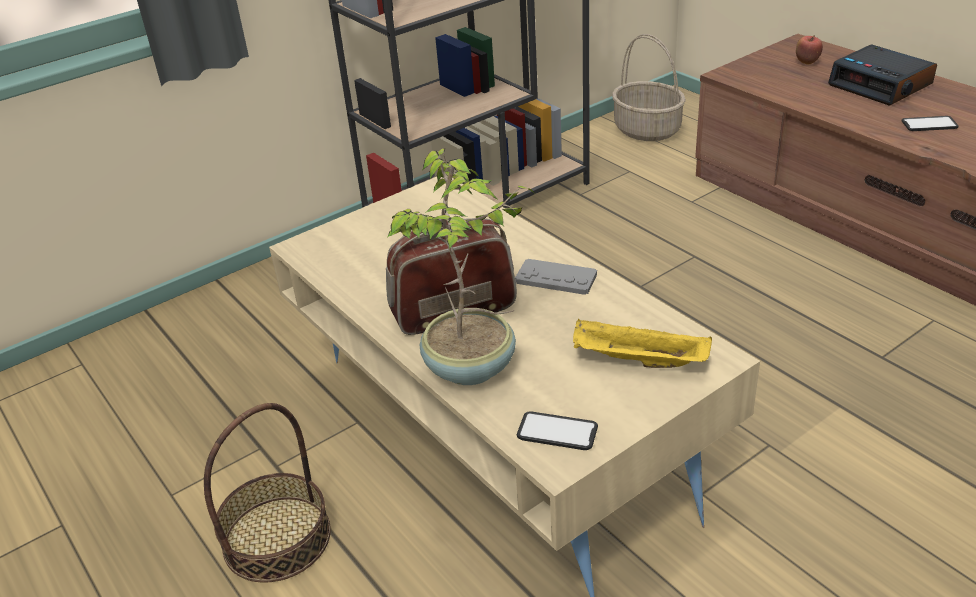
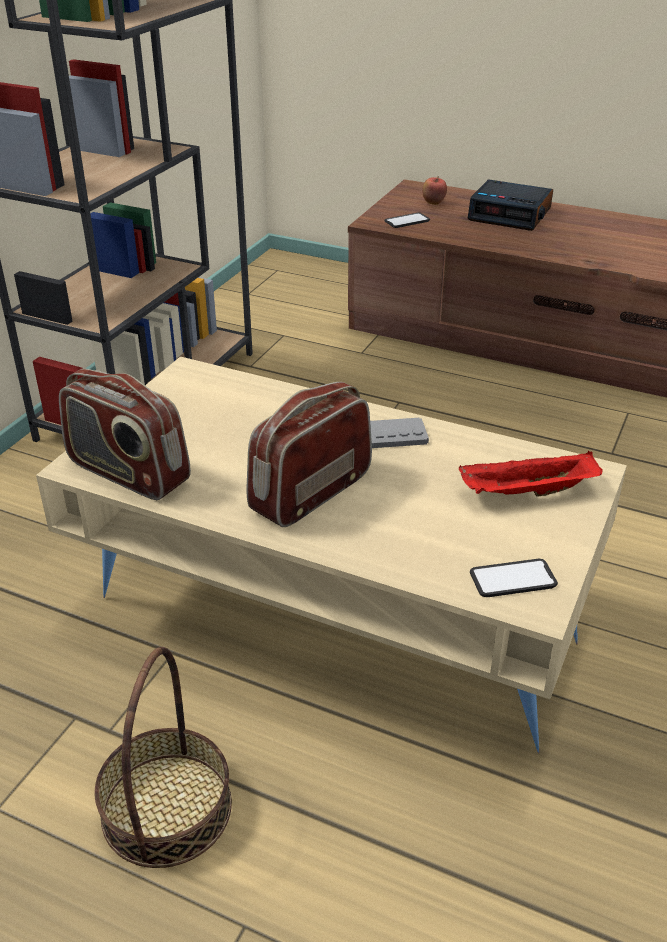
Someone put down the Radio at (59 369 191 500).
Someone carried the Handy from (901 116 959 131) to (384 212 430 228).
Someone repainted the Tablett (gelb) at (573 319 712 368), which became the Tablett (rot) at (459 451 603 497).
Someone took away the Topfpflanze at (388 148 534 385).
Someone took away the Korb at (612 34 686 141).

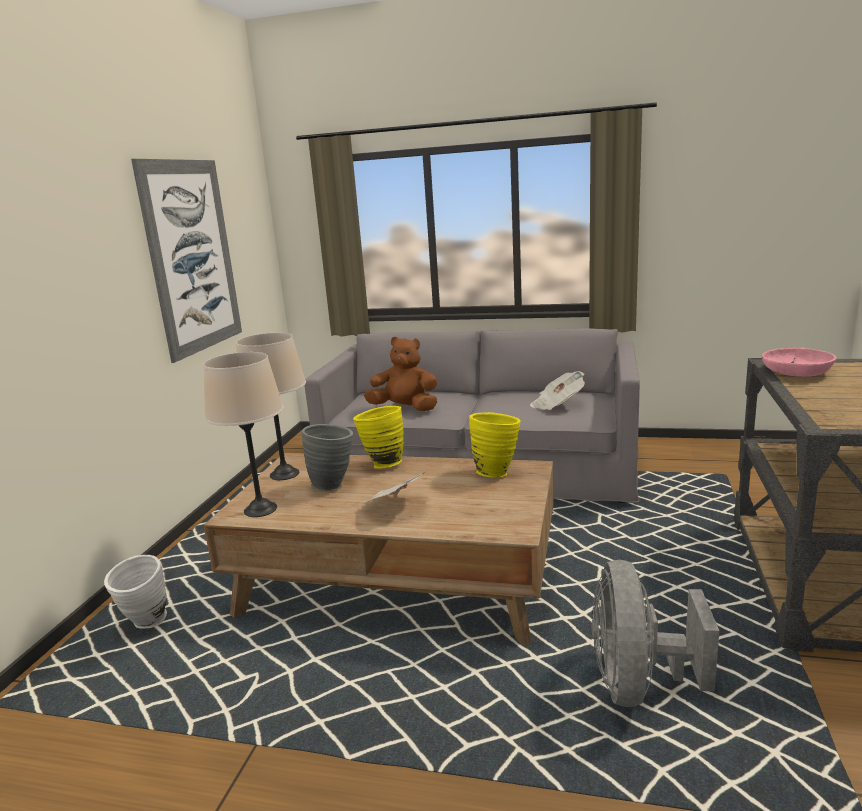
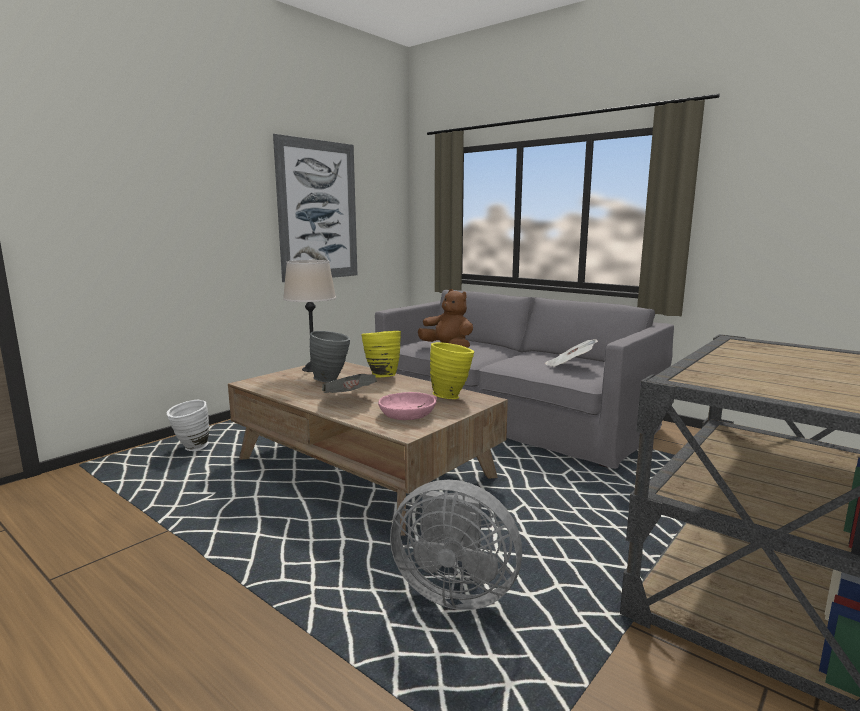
Someone carried the Schüssel (rosa) from (762 348 837 377) to (378 392 437 420).
Someone rotated the Ventilator (grau) at (592 560 719 707) by 105 degrees counterclockwise.
Someone took away the Tischlampe (beige) at (203 352 284 517).

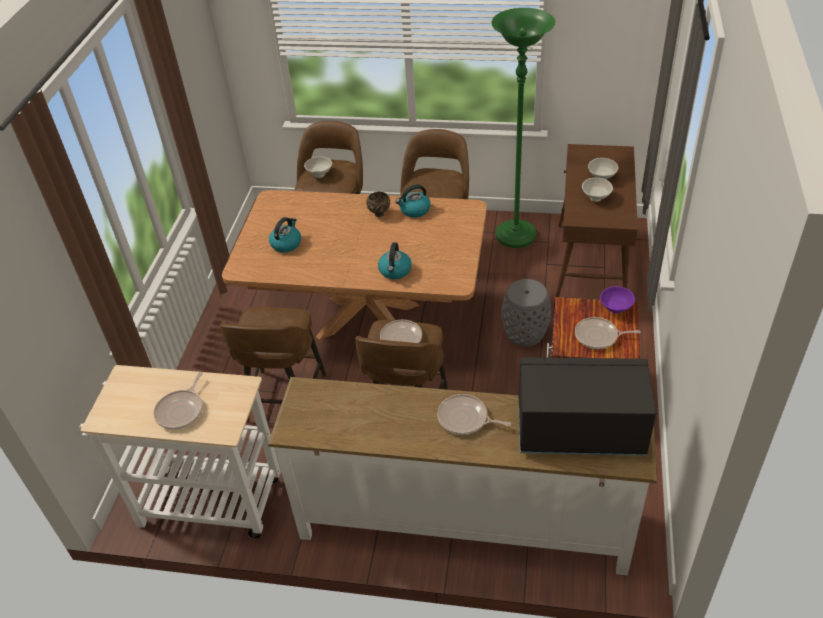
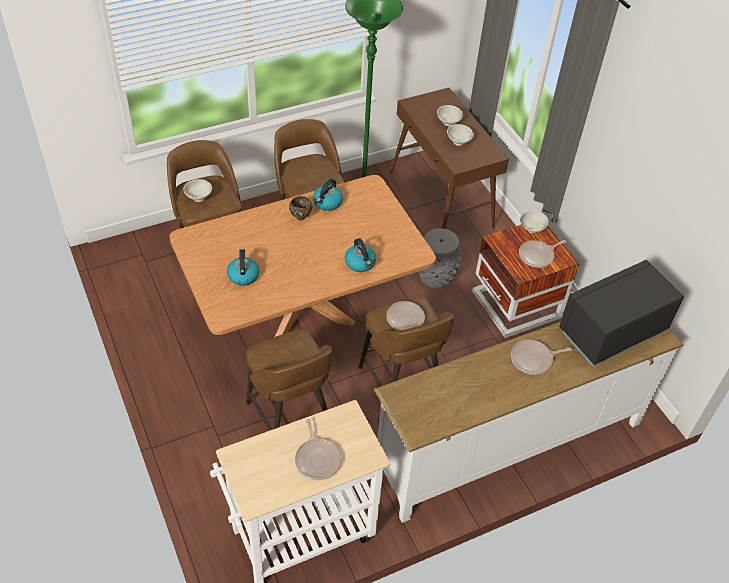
Someone repainted the Schüssel (lila) at (600 286 635 314), which became the Schüssel (weiß) at (520 210 549 233).

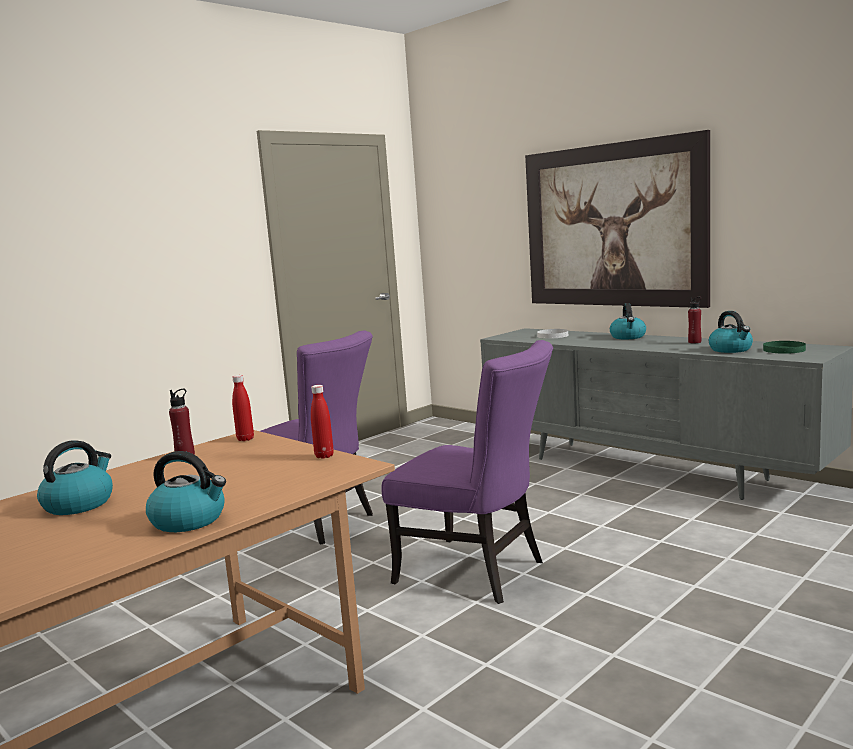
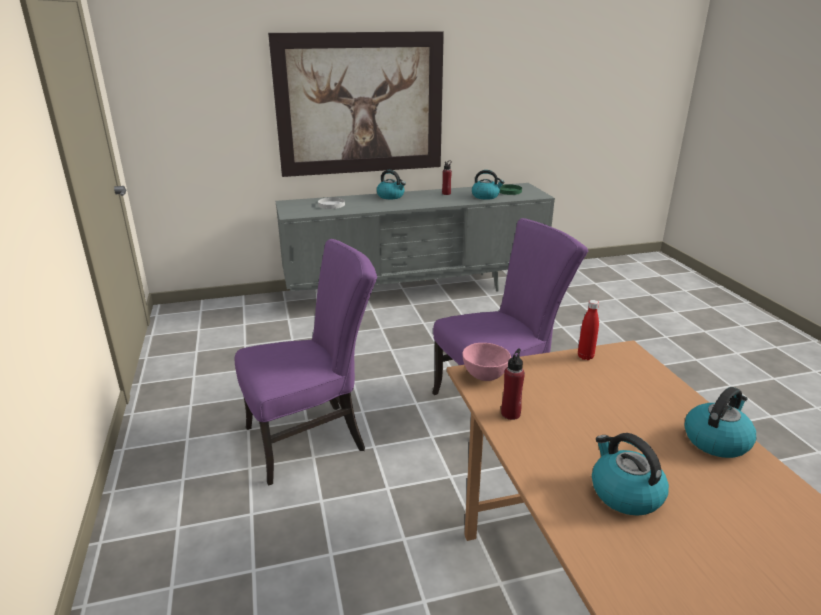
Someone swapped the Flasche (rot) at (232 375 254 441) for the Schüssel (rosa) at (462 343 511 381).

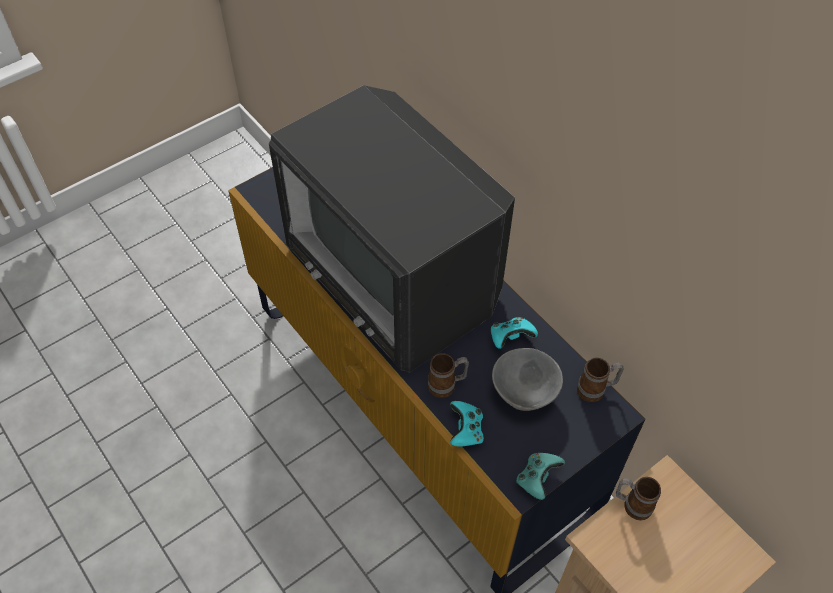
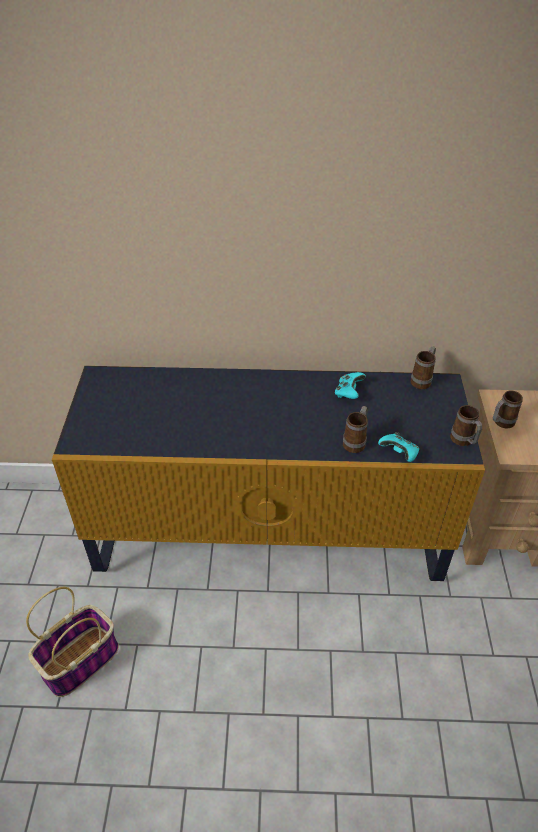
Someone put down the Korb at (26 587 119 697).
Someone swapped the Gamepad (türkis) at (516 453 565 500) for the Henkelbecher at (450 405 482 446).
Someone took away the Fernseher at (269 85 515 373).
Someone took away the Schüssel (grau) at (492 348 563 411).

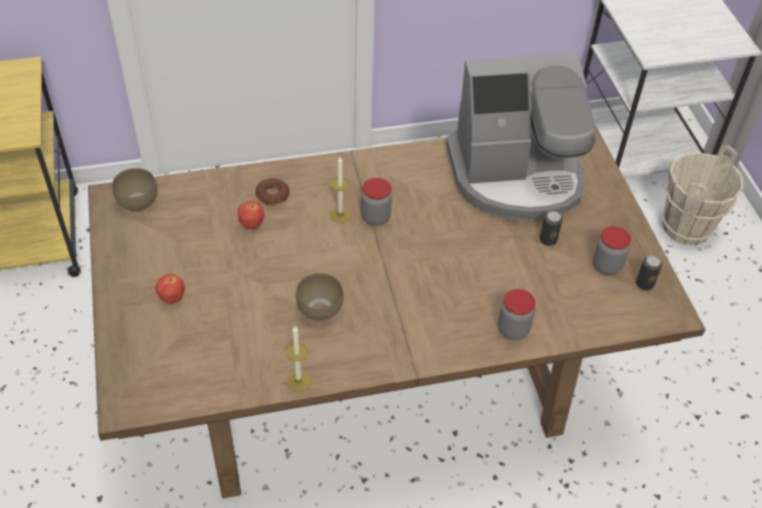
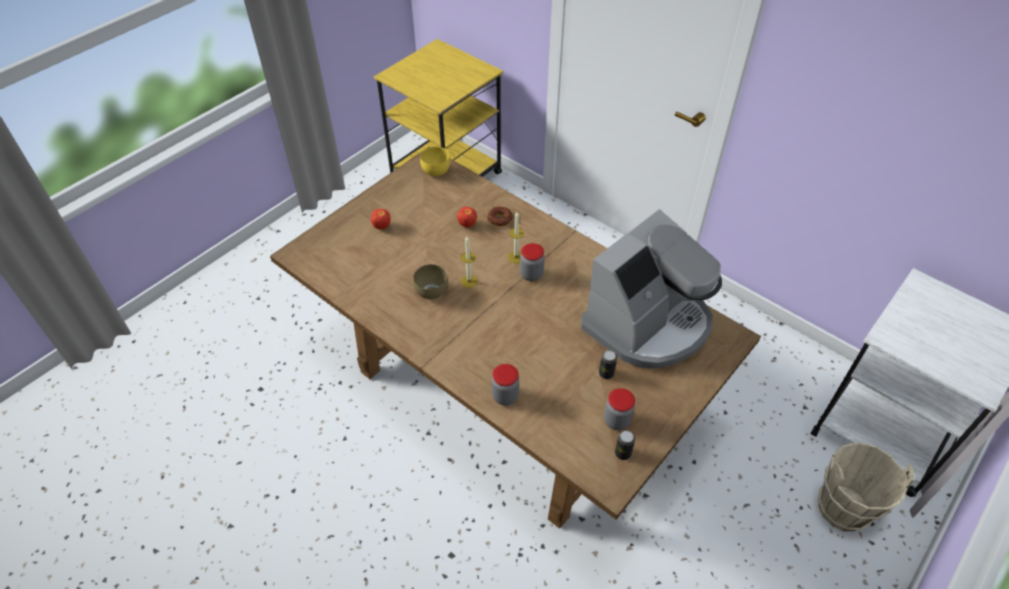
Someone repainted the Schüssel (braun) at (112 168 157 211), which became the Schüssel (gelb) at (420 146 450 177).
Someone carried the Kerze from (286 326 311 392) to (460 236 478 288).
Someone rotated the Kaffeemaschine at (446 53 596 221) by 90 degrees counterclockwise.

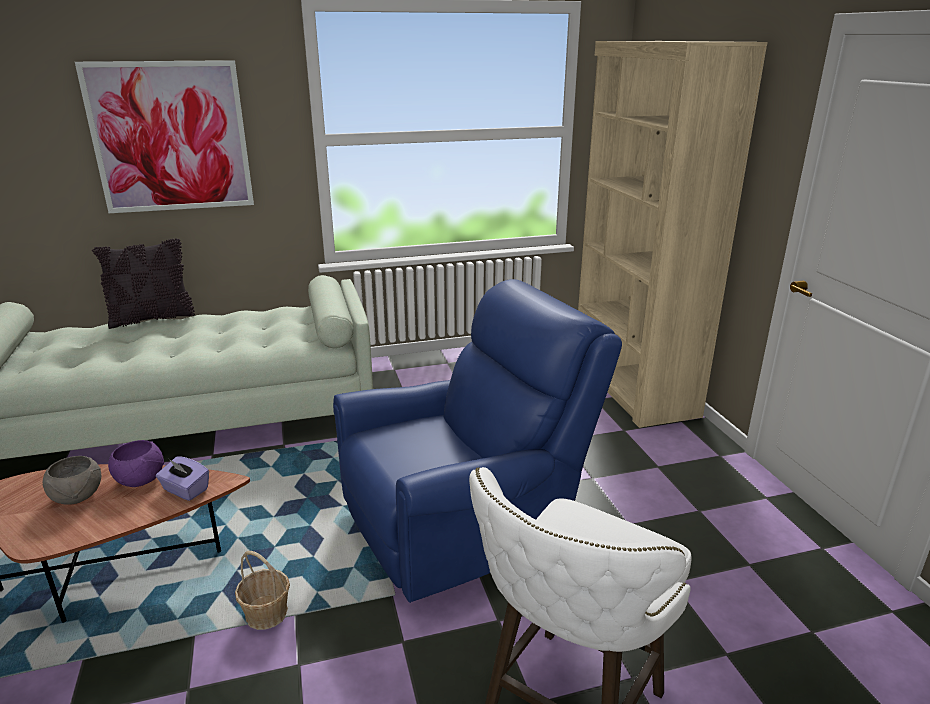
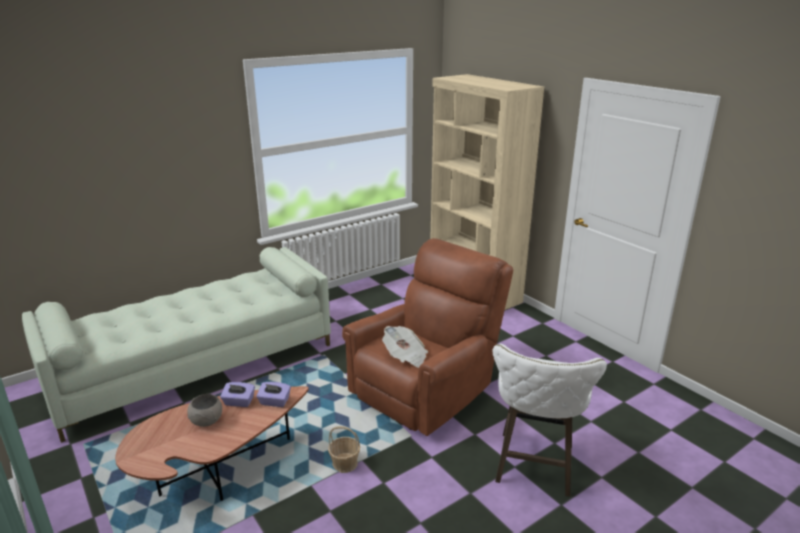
Someone swapped the Schüssel (lila) at (108 440 164 487) for the Taschentuchbox (lila) at (220 382 255 407).
Someone repainted the Sessel (blau) at (333 279 622 603), which became the Sessel (braun) at (342 238 513 436).
Someone put down the Zeitung at (382 326 428 368).
Someone took away the Bild at (75 60 254 213).
Someone took away the Kissen (schwarz) at (92 238 195 329).

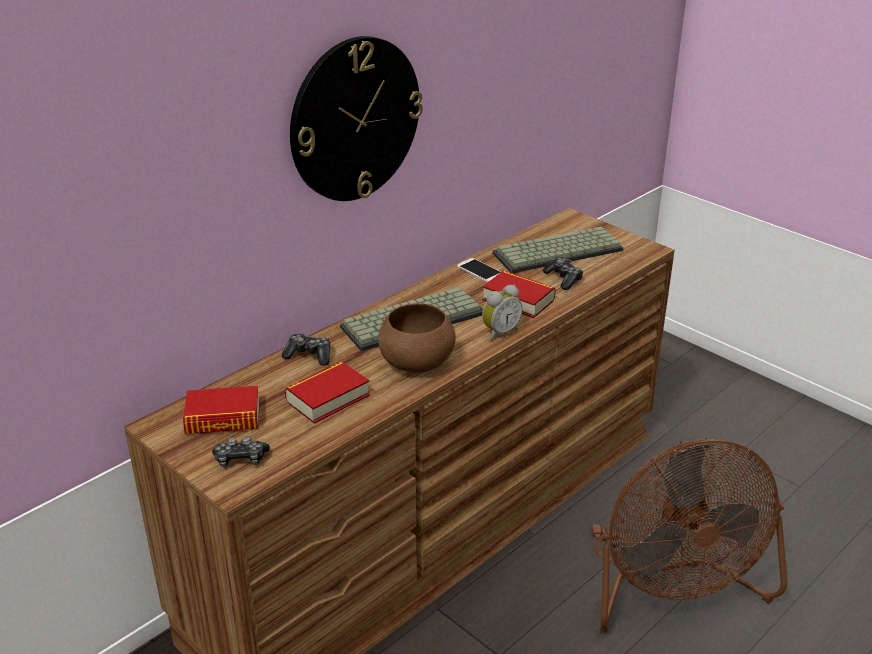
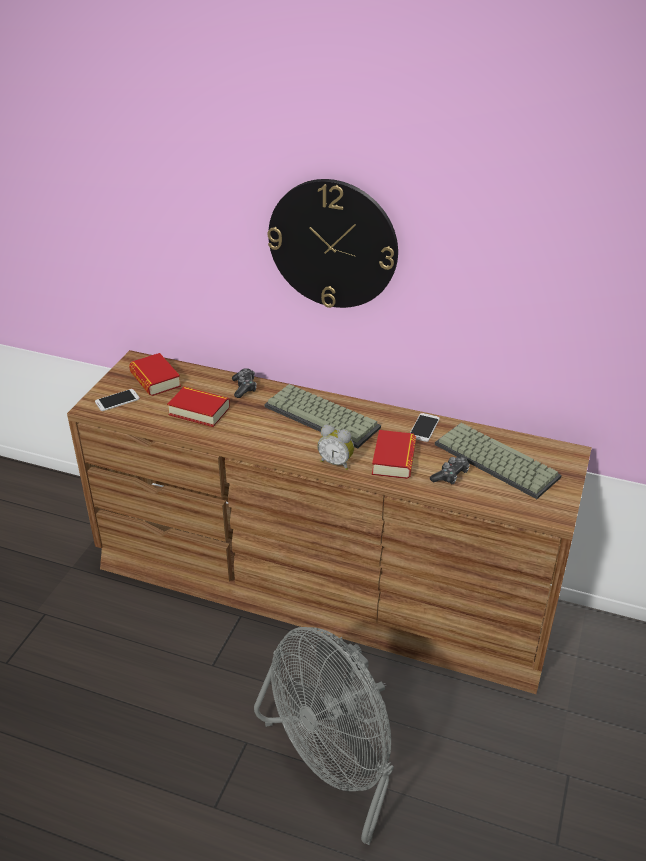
Someone swapped the Gamepad at (212 436 270 467) for the Handy at (95 389 140 411).
Someone repainted the Ventilator (braun) at (592 437 788 634), which became the Ventilator (grau) at (254 627 394 845).
Someone took away the Schüssel (braun) at (378 303 456 373).

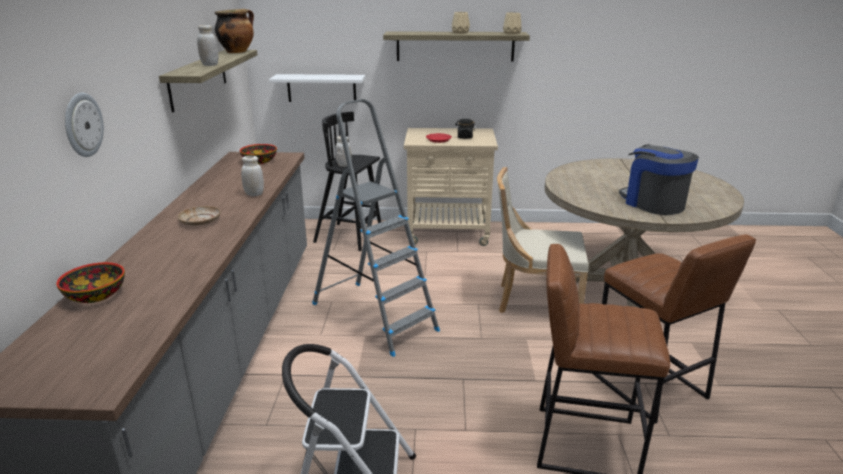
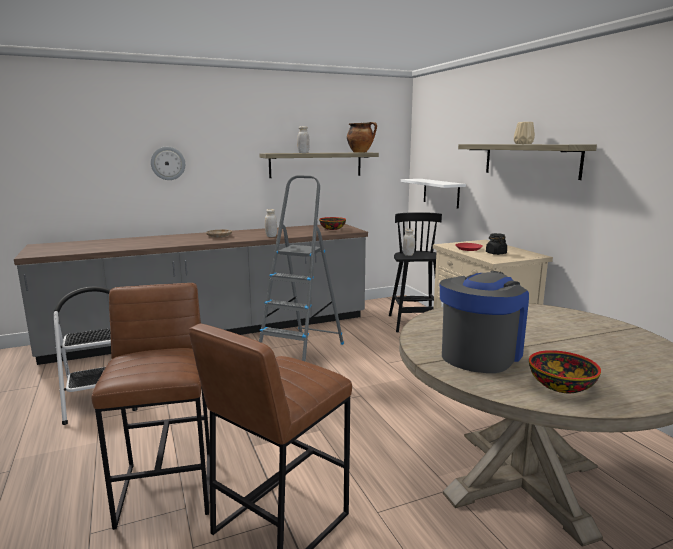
Someone carried the Schüssel from (56 262 125 303) to (529 350 601 393).
Someone took away the Stuhl (beige) at (497 167 589 313).
Someone took away the Vase (beige) at (503 12 522 34).

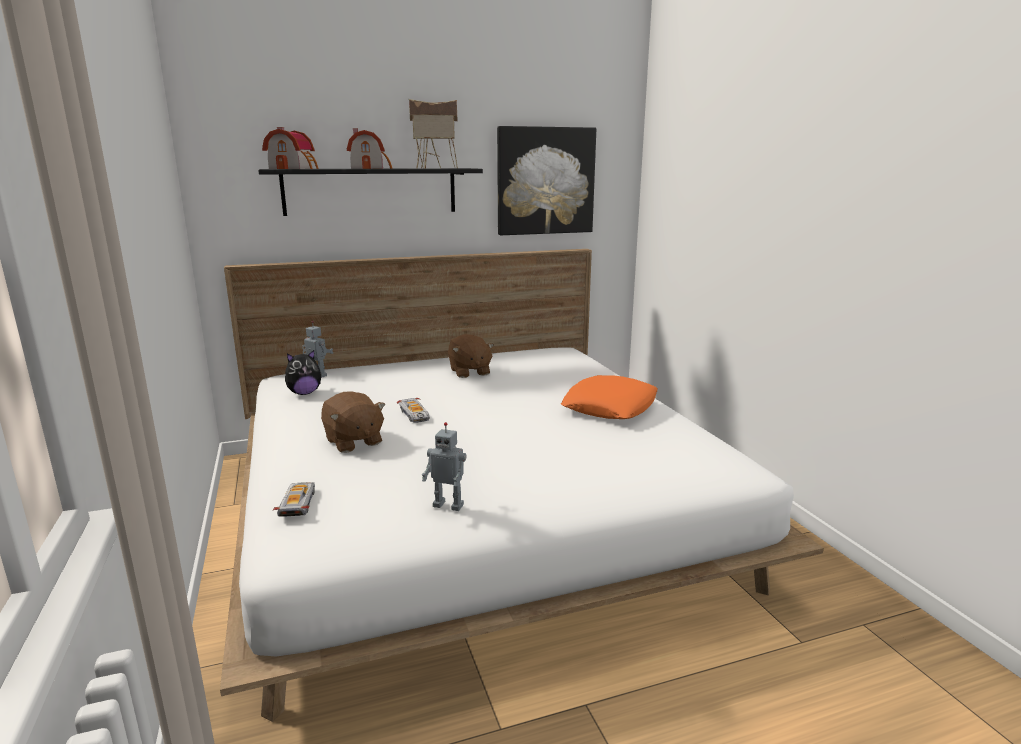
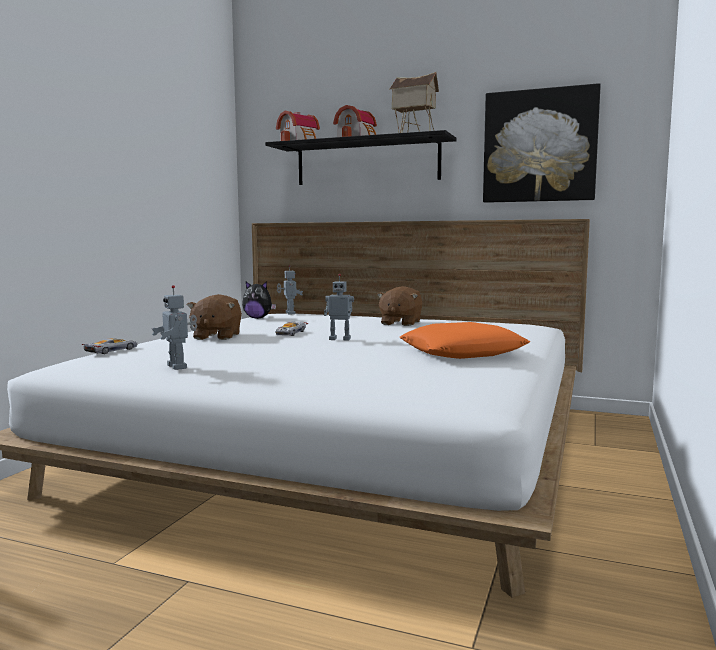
Someone put down the Spielzeugroboter at (324 274 354 341).

